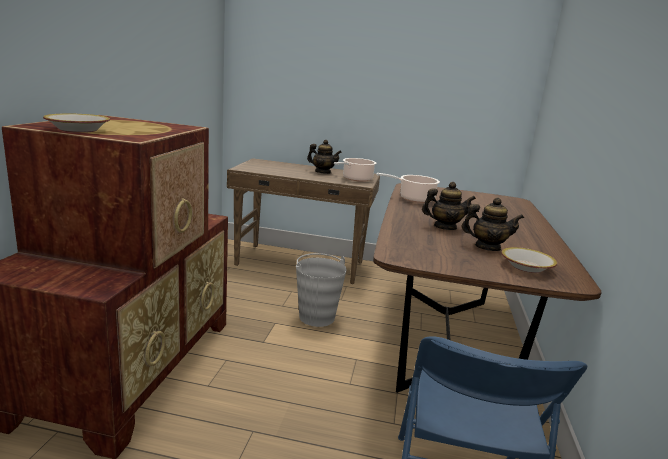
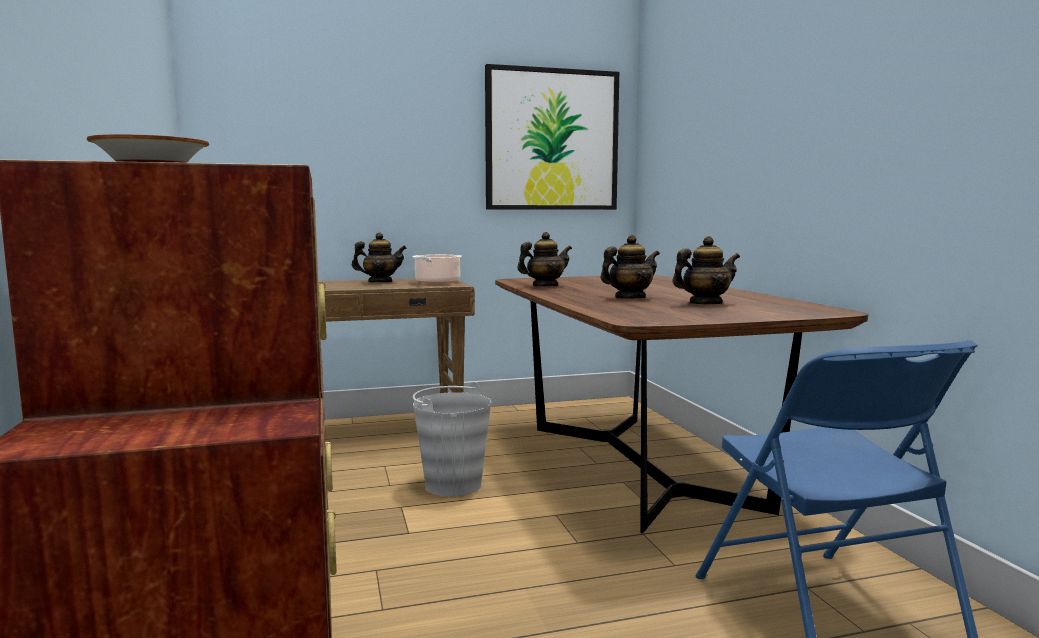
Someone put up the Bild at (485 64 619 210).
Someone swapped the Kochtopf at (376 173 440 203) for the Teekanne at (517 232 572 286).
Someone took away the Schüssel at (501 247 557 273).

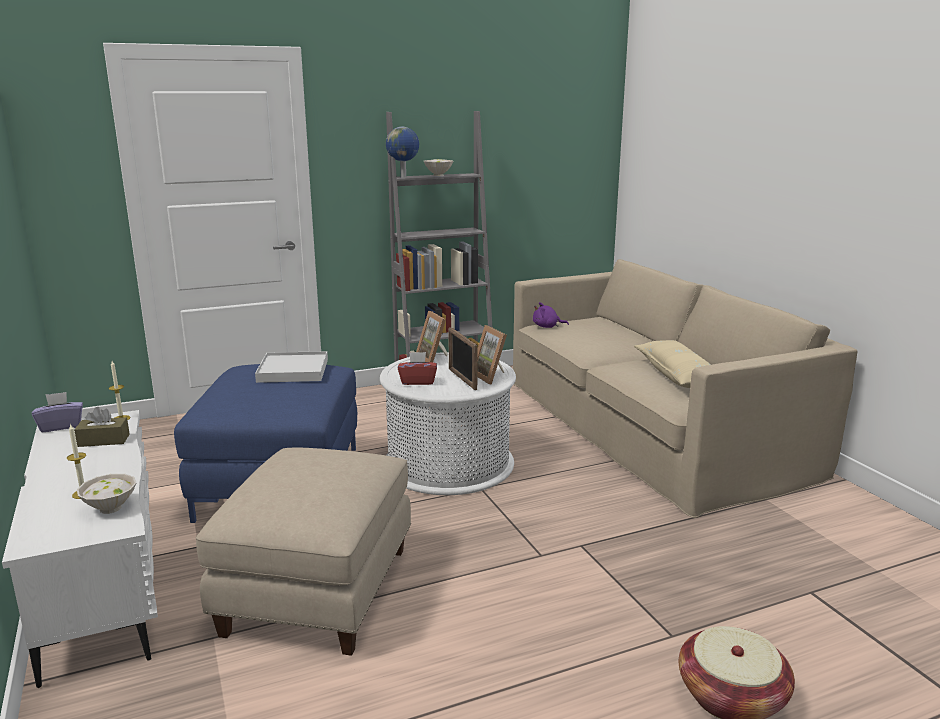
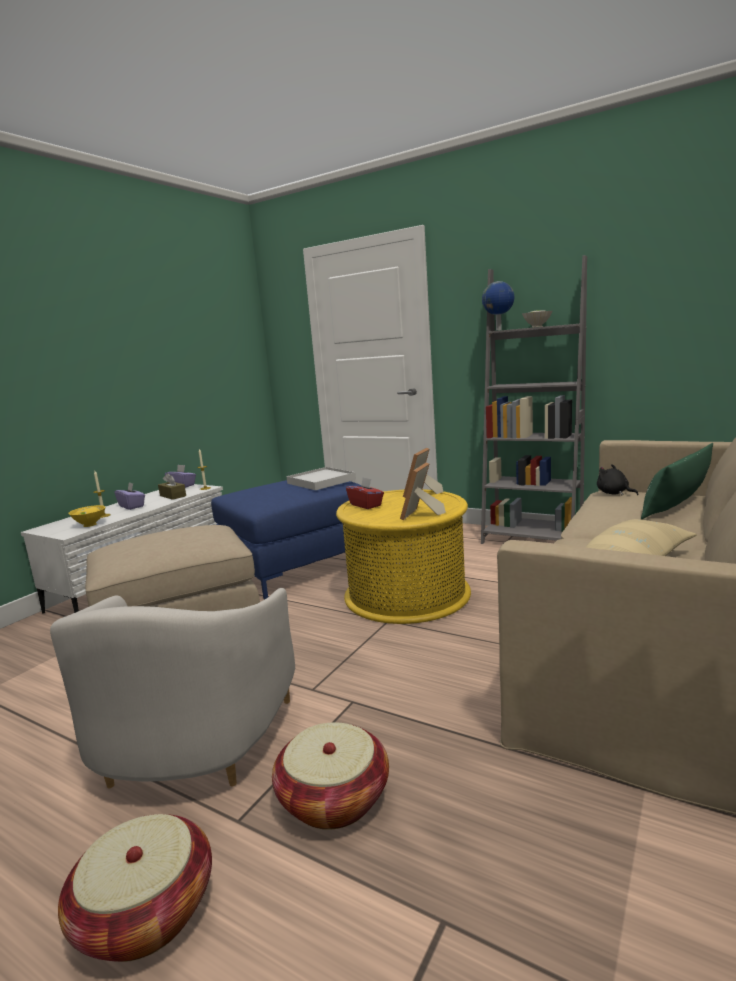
Someone put down the Sessel (weiß) at (50 588 295 788).
Someone repainted the Schüssel (weiß) at (77 474 136 514), which became the Schüssel (gelb) at (69 505 106 527).
Someone put down the Taschentuchbox (lila) at (114 483 145 510).
Someone put down the Korb at (272 722 389 830).
Someone repainted the Couchtisch (weiß) at (380 352 516 495), which became the Couchtisch (gelb) at (336 489 471 624).
Someone repainted the Plüschtier (lila) at (533 302 569 328), which became the Plüschtier (schwarz) at (597 464 639 495).
Someone put down the Kissen (grün) at (641 443 713 519).
Someone took away the Bilderrahmen at (448 327 478 390).

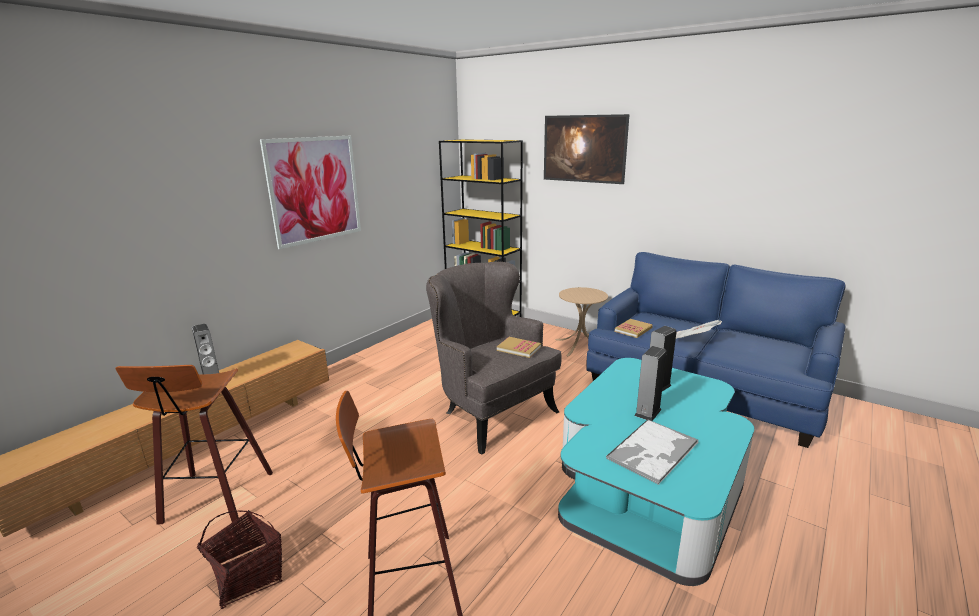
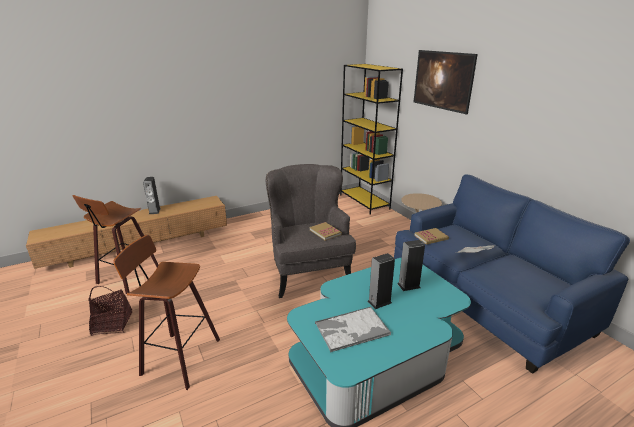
Someone took away the Bild at (260 136 361 249).

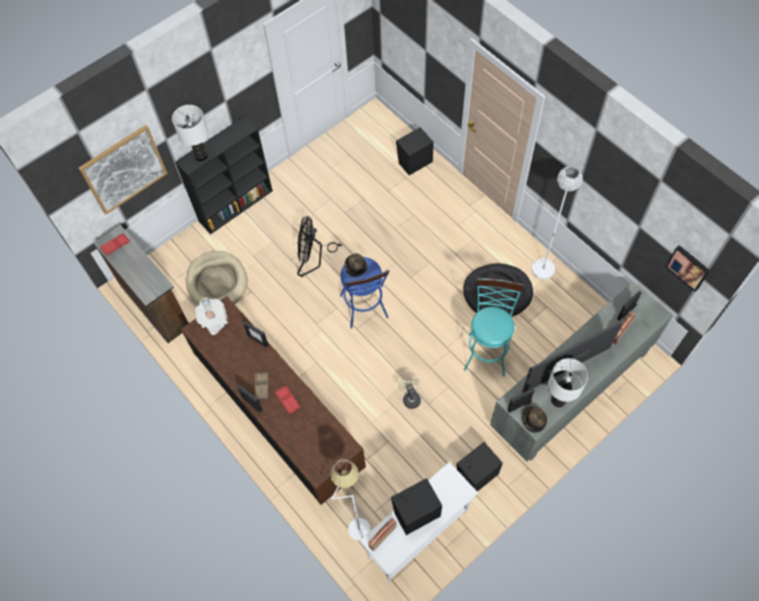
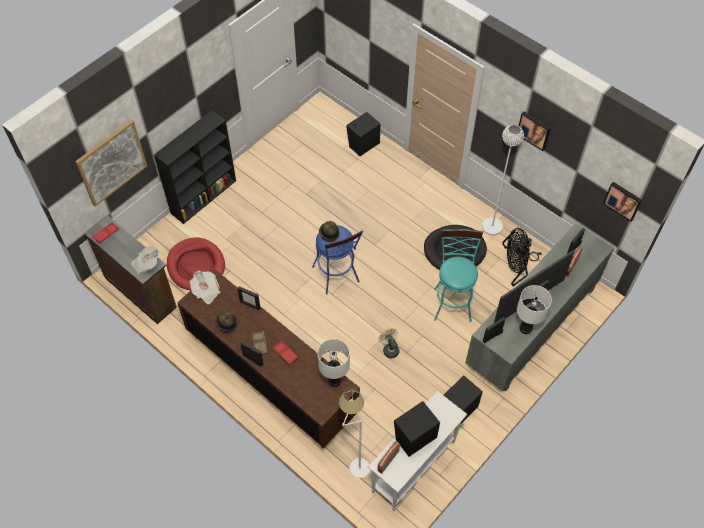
Someone put down the Zeitung at (131 245 159 274).
Someone repainted the Hundebett (beige) at (186 251 248 305), which became the Hundebett (rot) at (167 237 225 290).
Someone carried the Hut from (522 407 547 433) to (215 311 238 333).
Someone carried the Tischlampe (weiß) from (172 105 208 161) to (318 339 350 387).
Someone carried the Ventilator (schwarz) from (297 216 342 277) to (503 228 543 287).
Someone put up the Bild at (519 111 551 151).

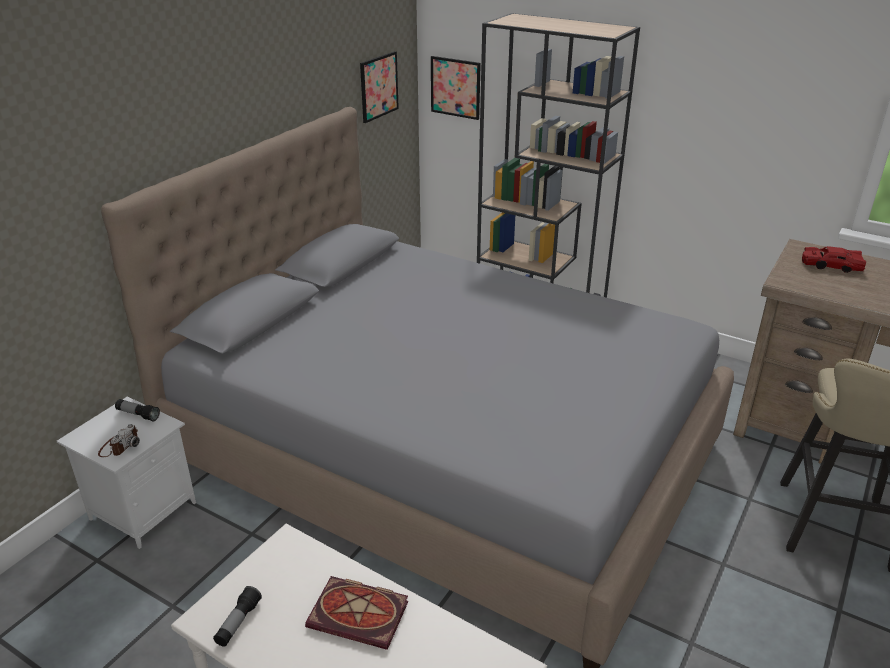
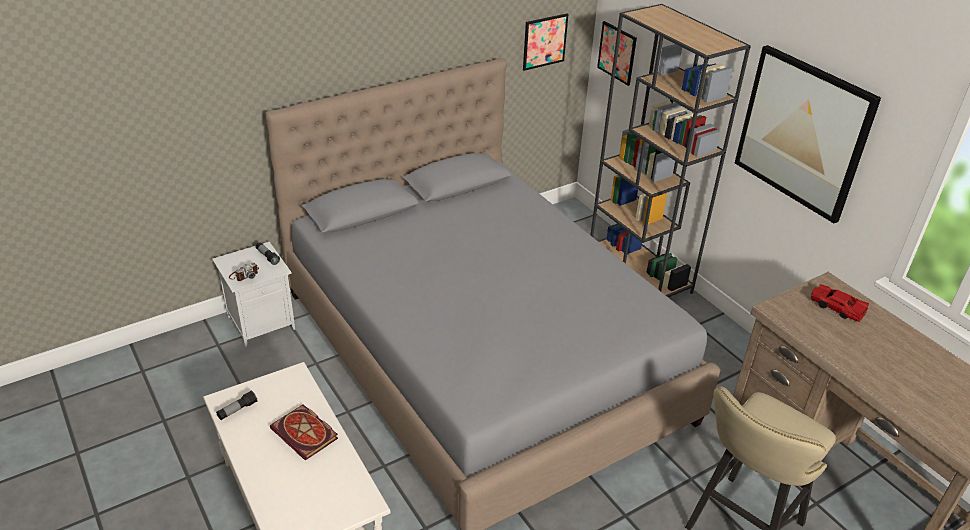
Someone put up the Bild at (735 45 881 223).

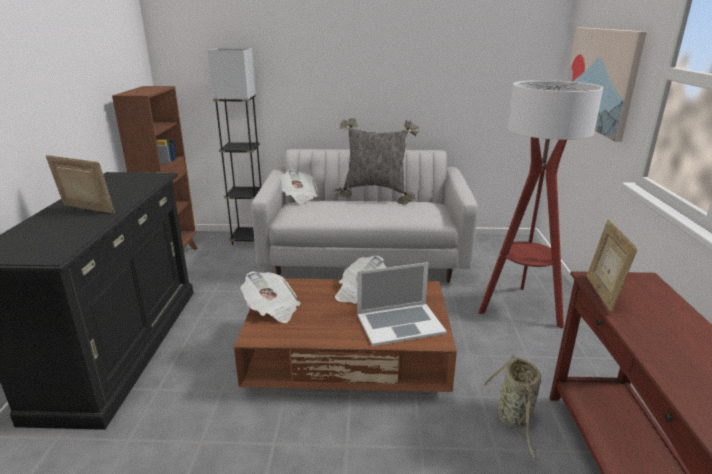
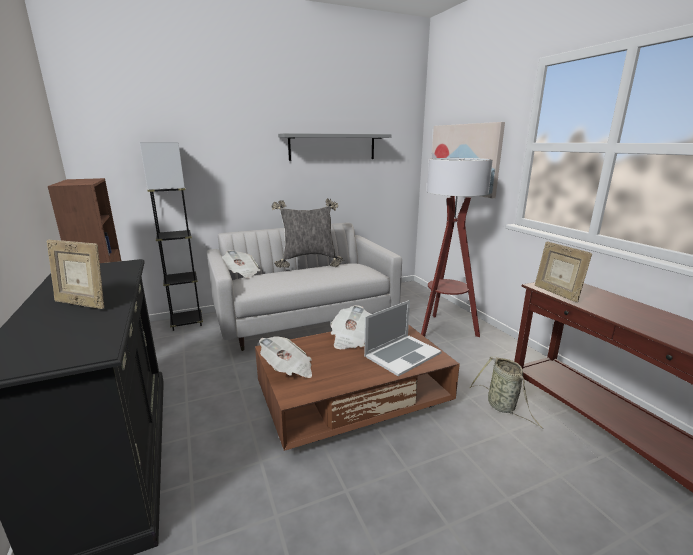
Someone rotated the Bilderrahmen at (46 155 115 214) by 150 degrees counterclockwise.
Someone put up the Wandregal (grau) at (278 133 392 161).

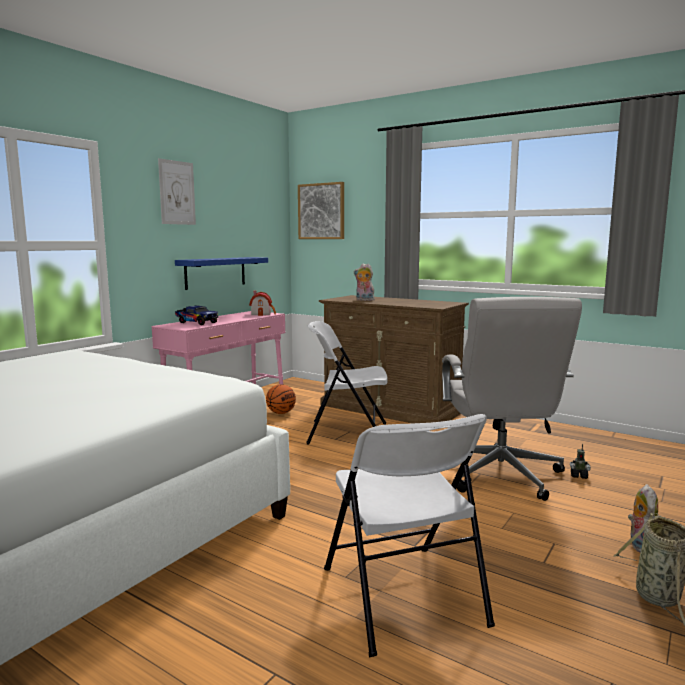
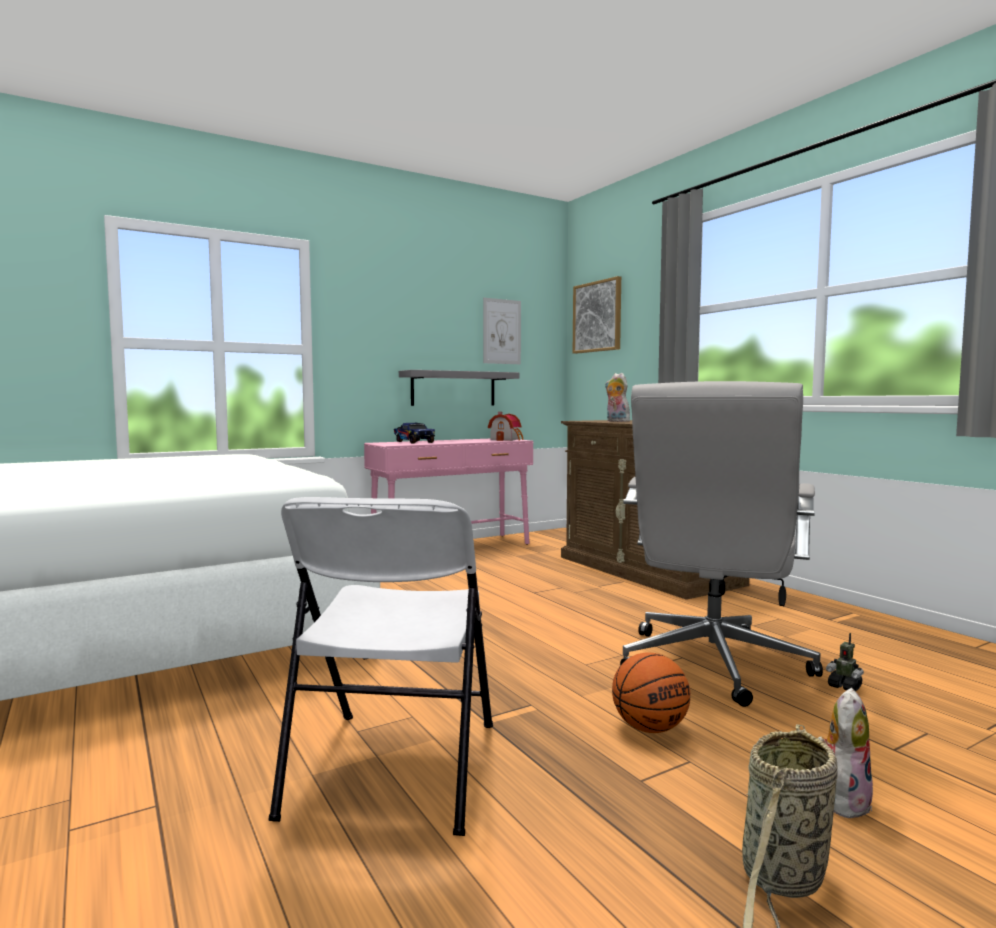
Someone repainted the Wandregal (blau) at (175 257 268 290), which became the Wandregal (grau) at (399 370 520 406).
Someone carried the Bild from (158 158 196 225) to (483 298 521 364).
Someone carried the Basketball from (266 384 296 414) to (612 652 690 733).
Someone took away the Stuhl (weiß) at (306 321 388 445).

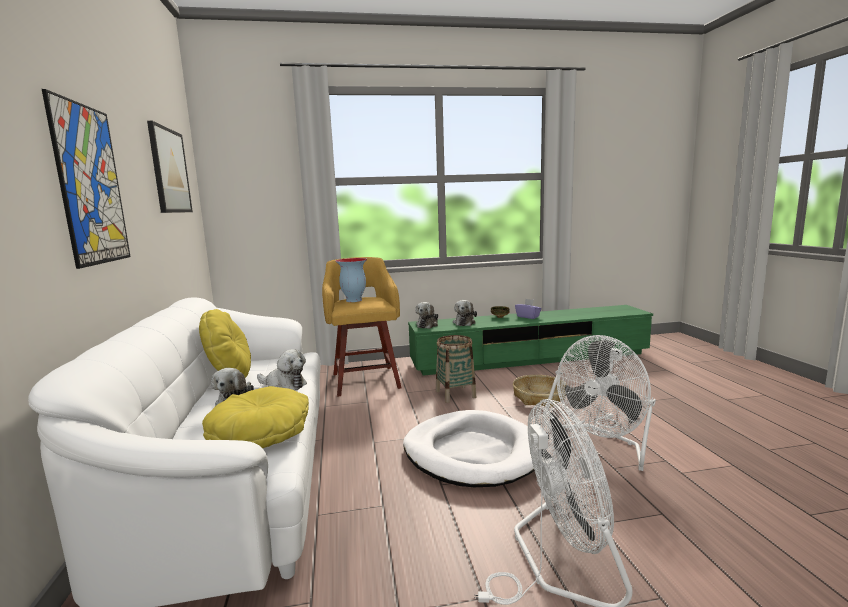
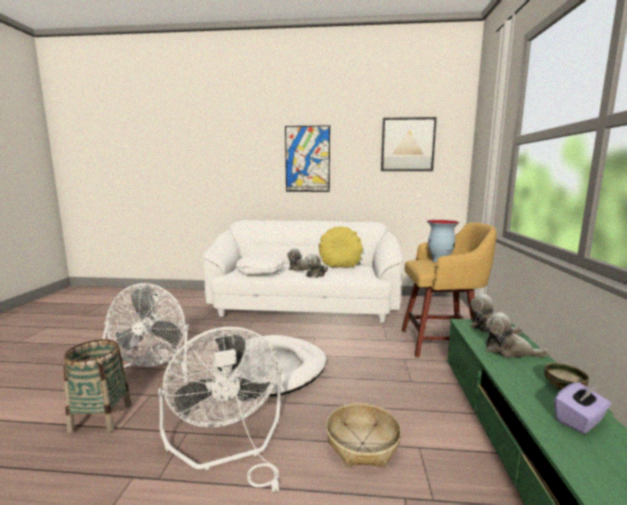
Someone carried the Korb from (436 335 477 403) to (64 339 132 433).
Someone repainted the Kissen (gelb) at (202 386 309 448), which became the Kissen (weiß) at (236 255 283 275).

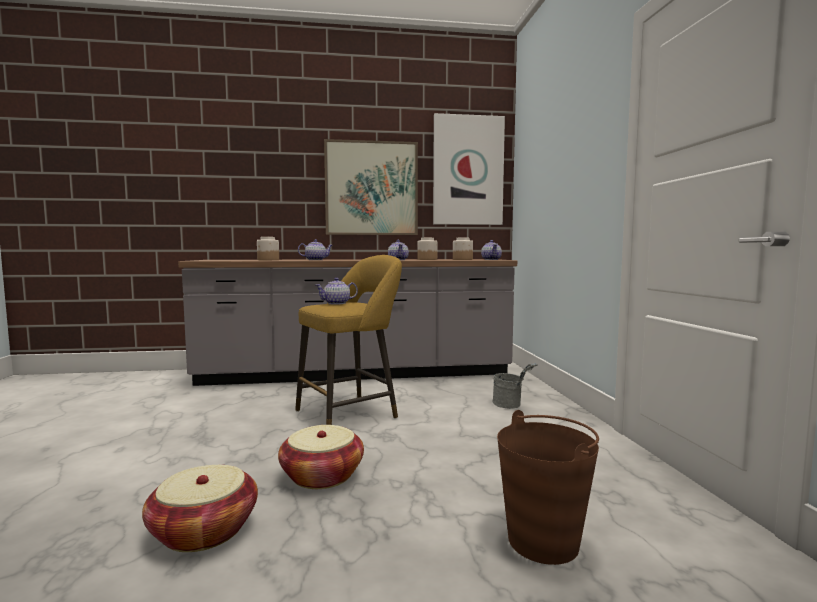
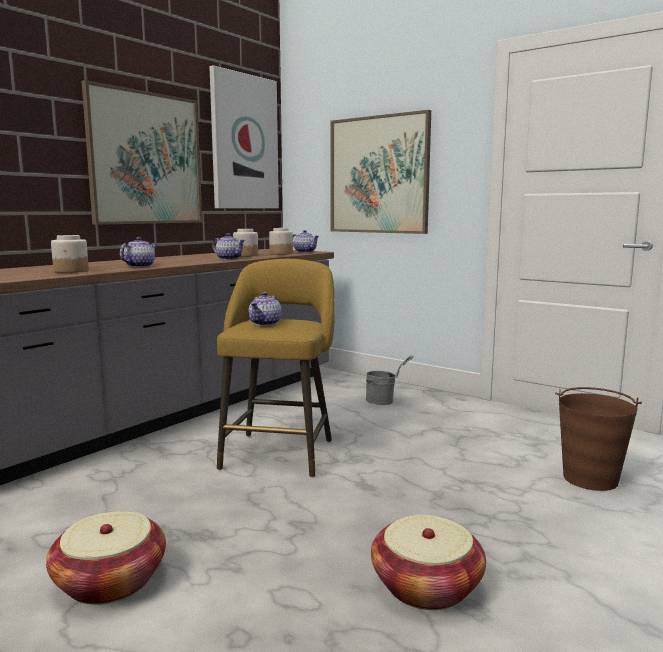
Someone carried the Korb from (278 425 364 489) to (46 511 166 605).
Someone put up the Bild at (330 110 431 234).

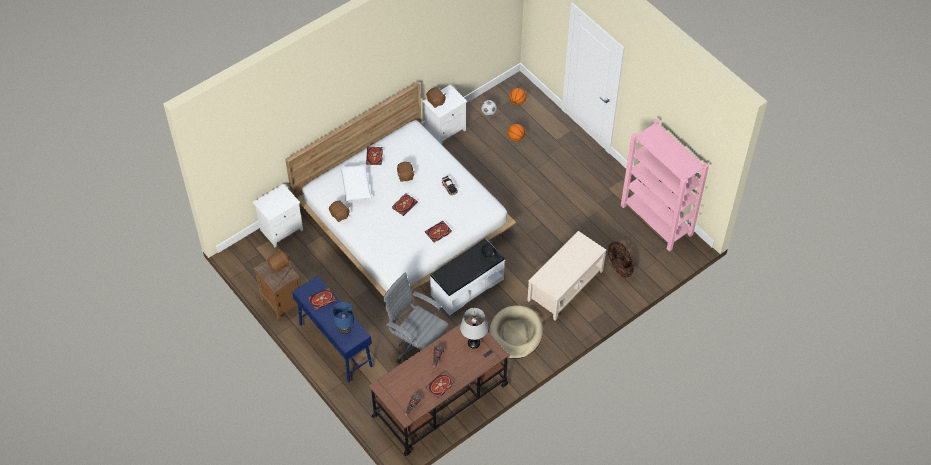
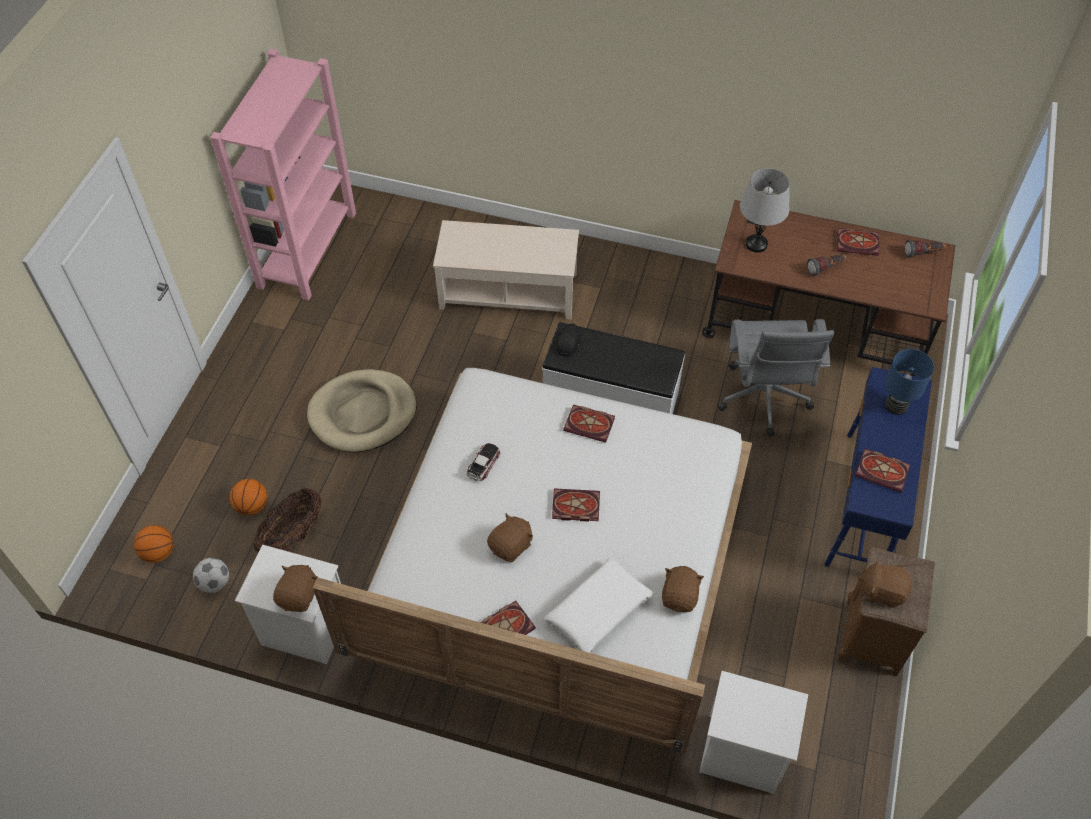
Someone carried the Korb from (608 241 634 278) to (254 488 322 553).
Someone carried the Hundebett (beige) from (489 305 543 359) to (307 369 417 452).

